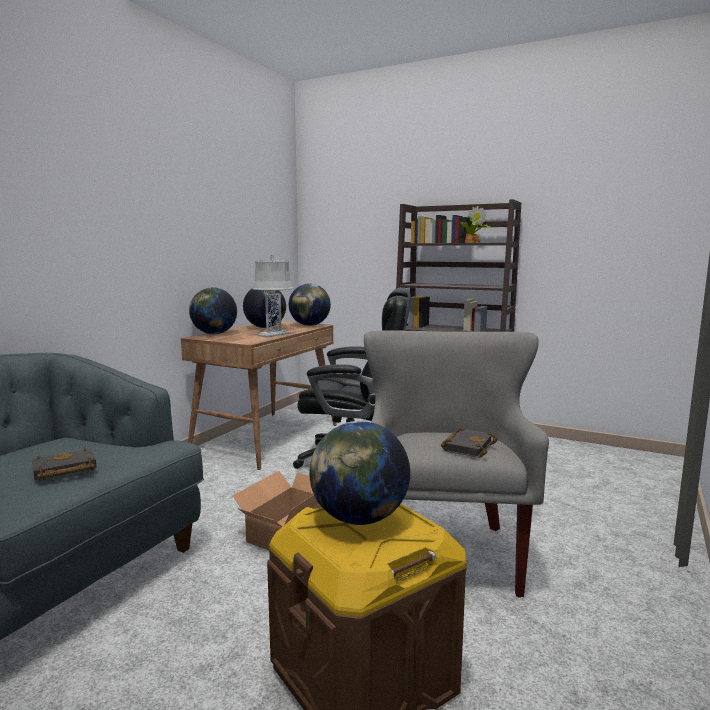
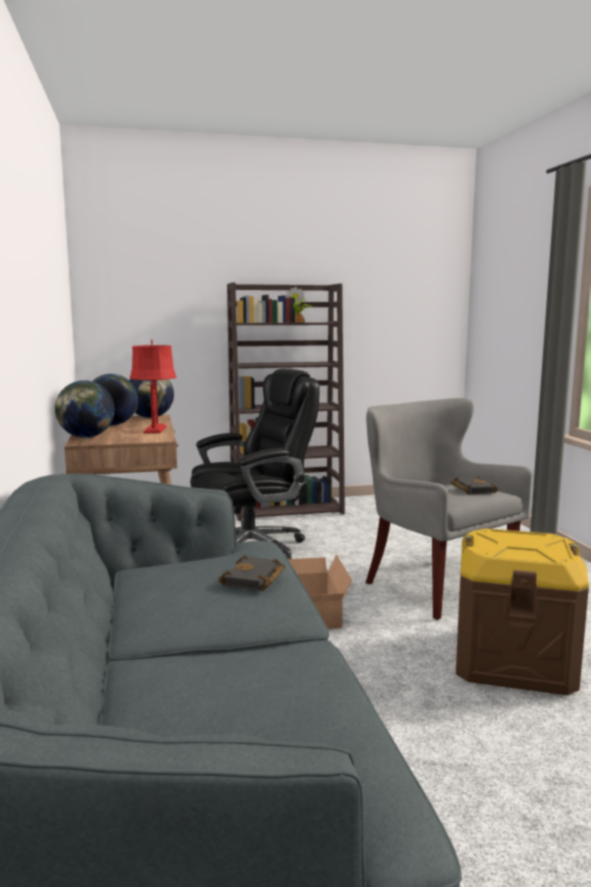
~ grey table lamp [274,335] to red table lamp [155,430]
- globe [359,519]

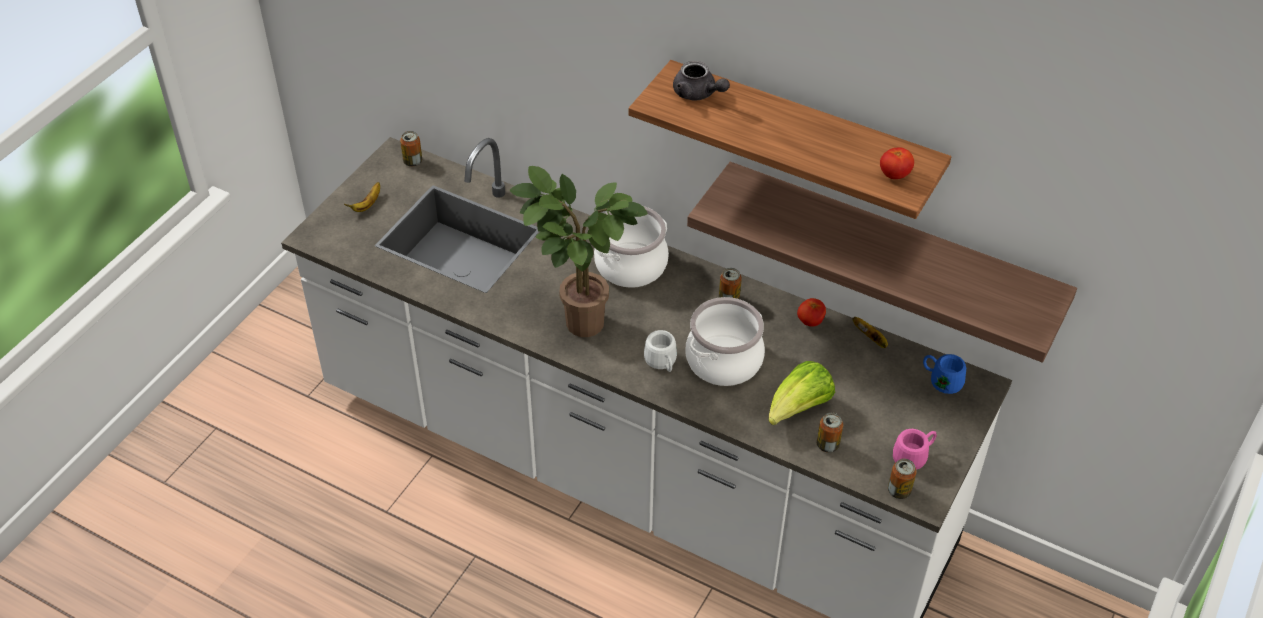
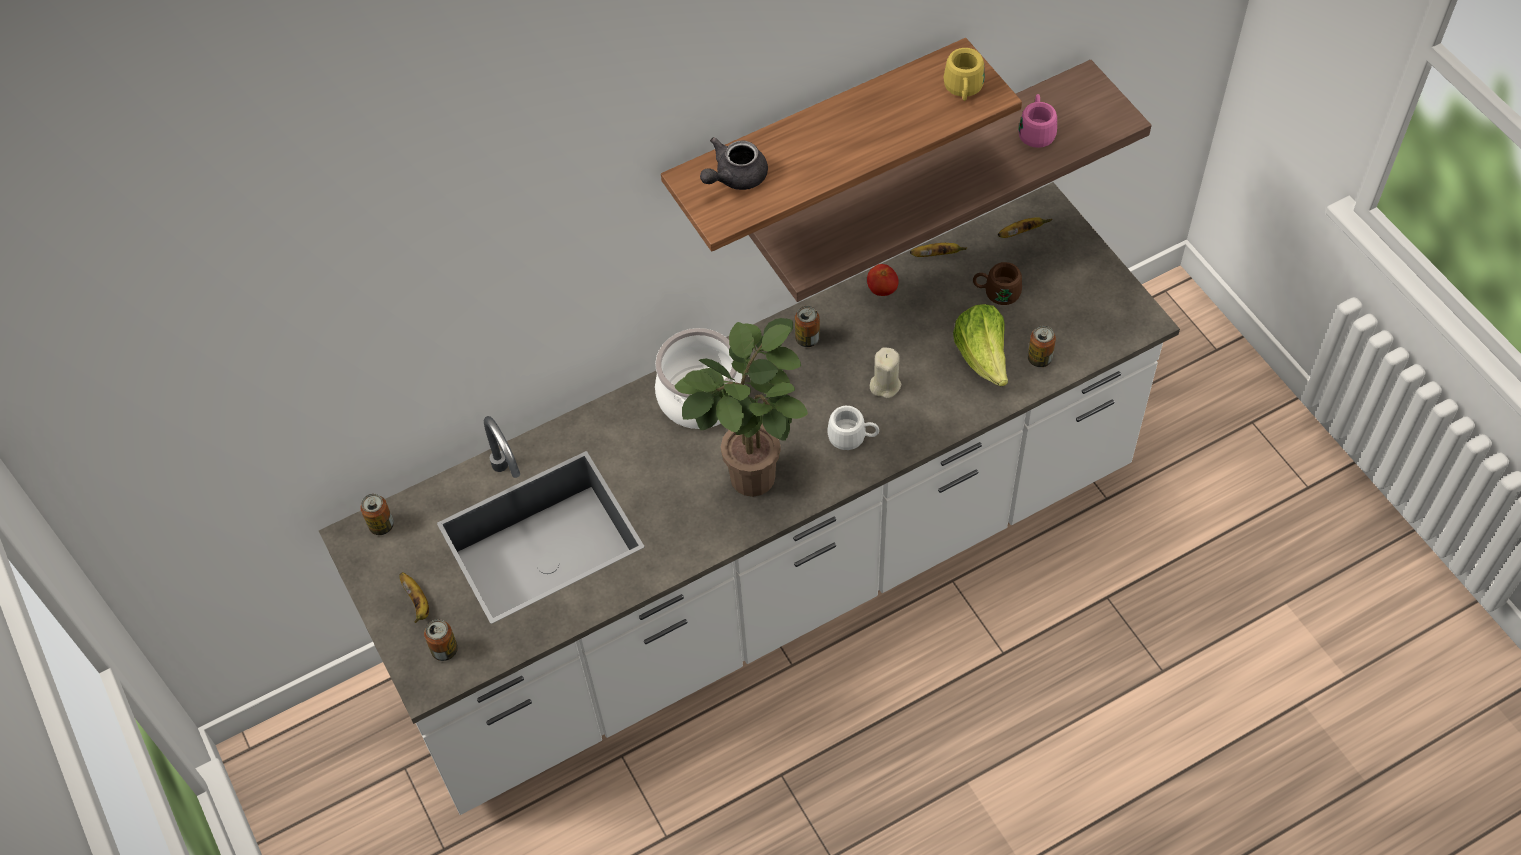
~ can [899,491] to [445,650]
~ grey teapot [698,94] = [734,177] 150 degrees clockwise
~ cooking pot [724,361] to beige candle [885,385]
~ tomato [894,175] to yellow mug [963,90]
+ brown mug [996,293]
~ blue mug [941,381] to banana [1021,232]
~ pink mug [914,456] to [1036,131]

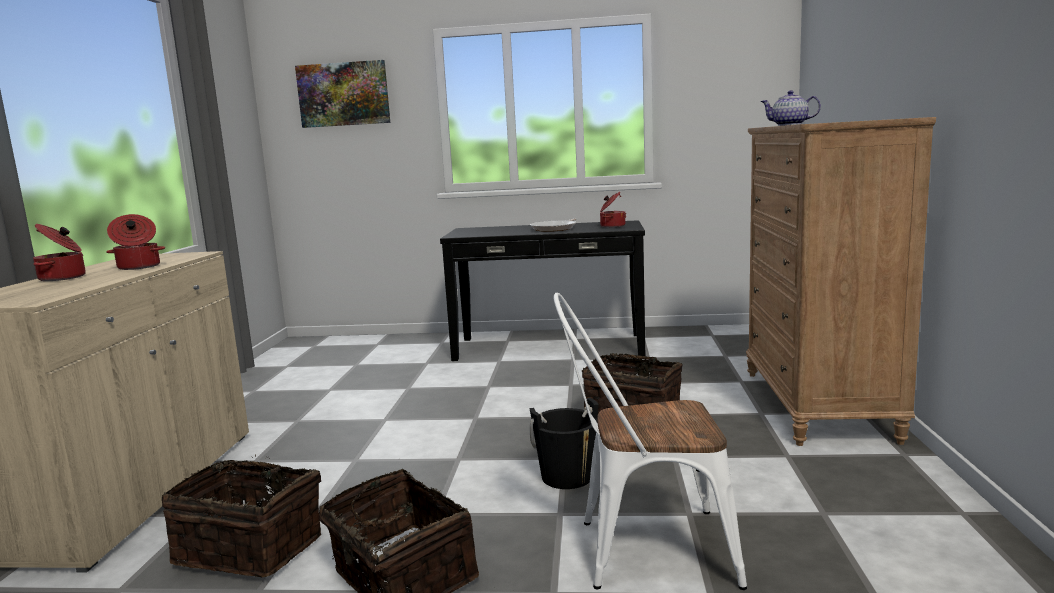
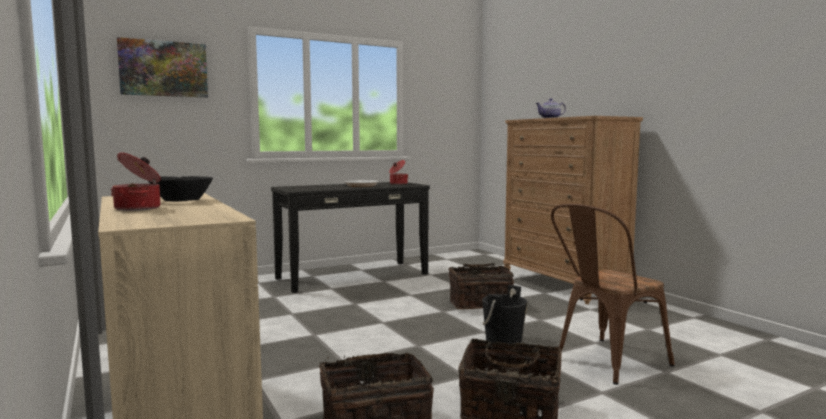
~ cooking pot [138,267] to black bowl [182,201]
~ white chair [642,550] to brown chair [604,363]

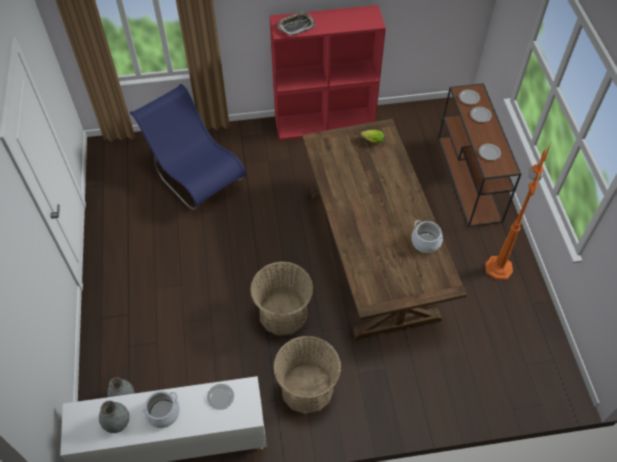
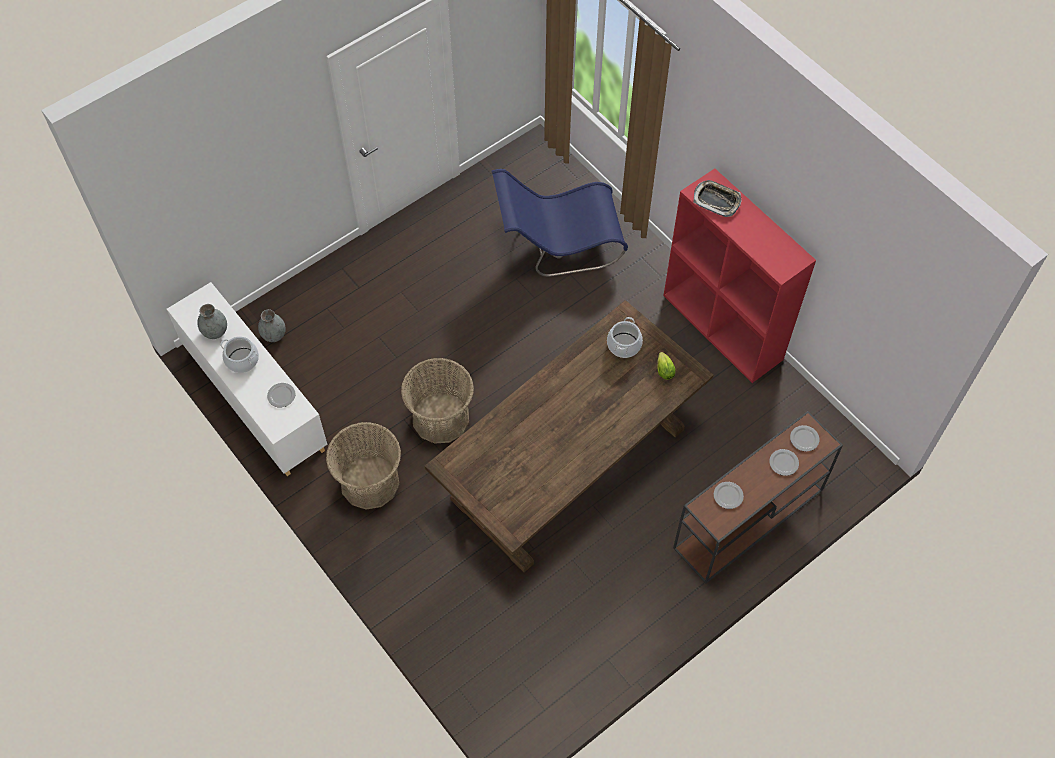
~ blue chair [195,174] = [559,245] 120 degrees counterclockwise
~ cooking pot [425,242] to [623,345]
- orange floor lamp [499,267]

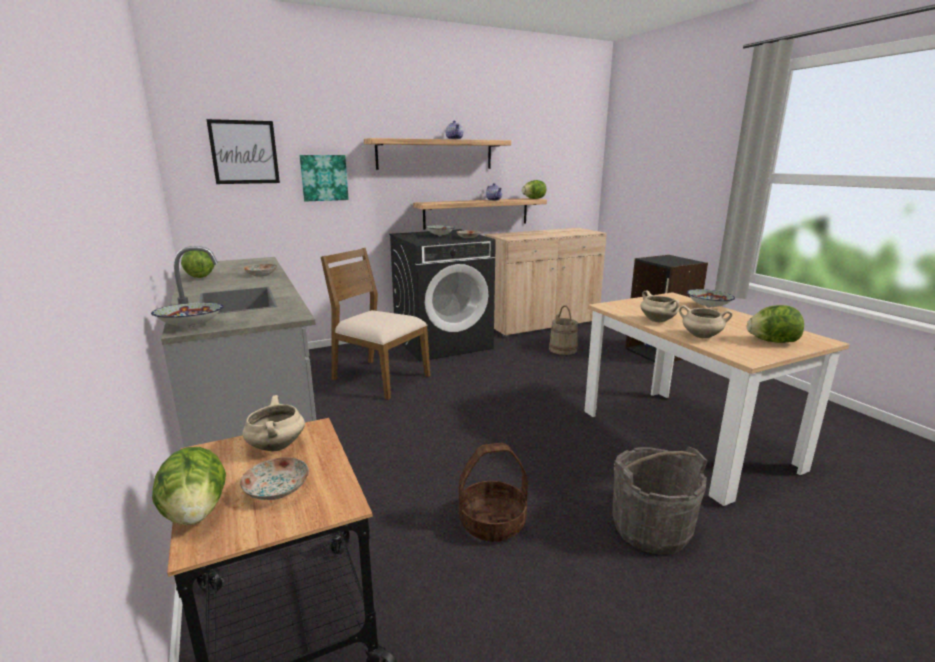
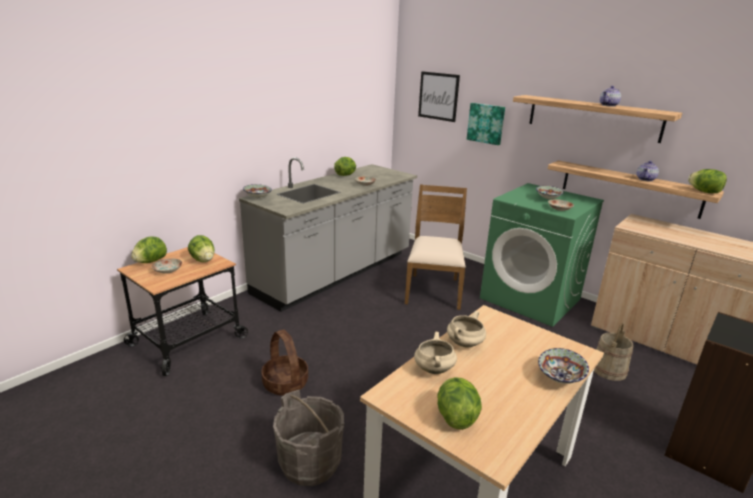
~ beige cooking pot [276,446] to lettuce [203,260]
~ black washing machine [443,343] to green washing machine [531,299]

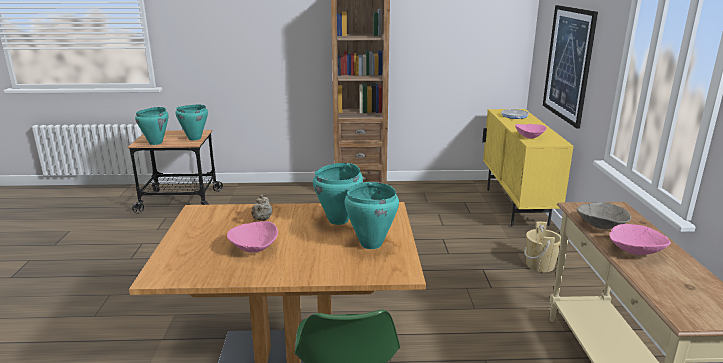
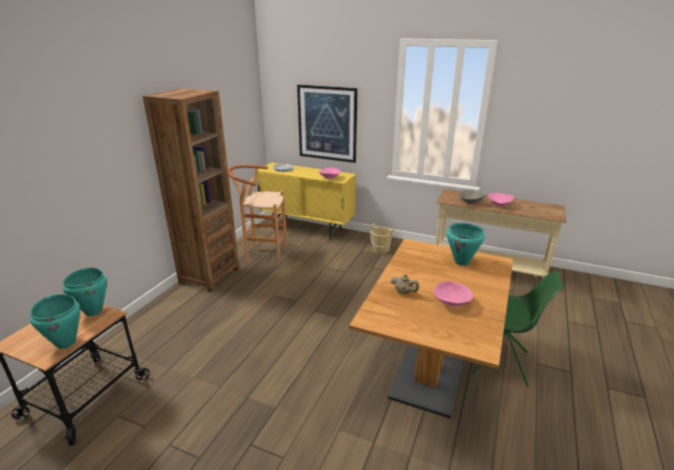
+ brown stool [262,257]
- turquoise cooking pot [339,220]

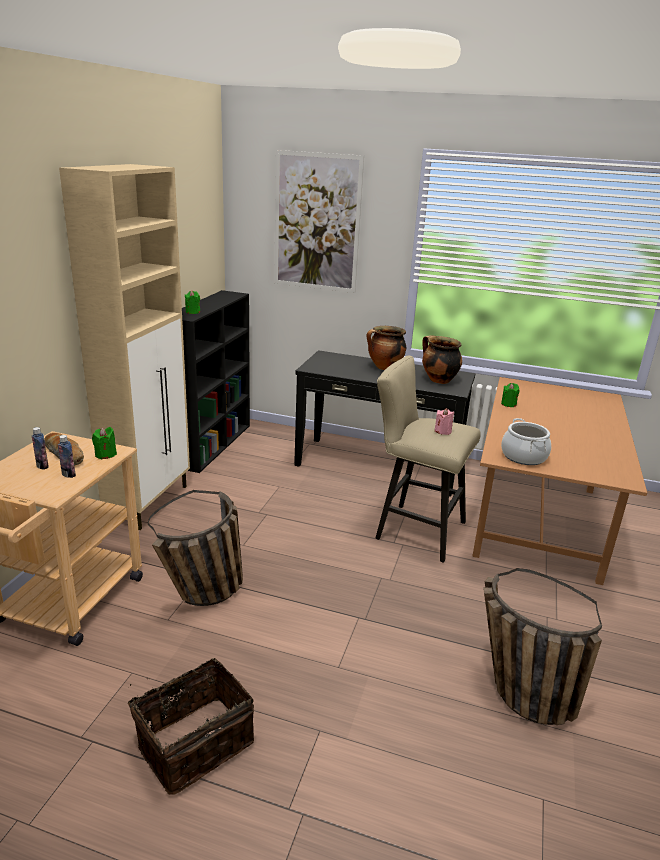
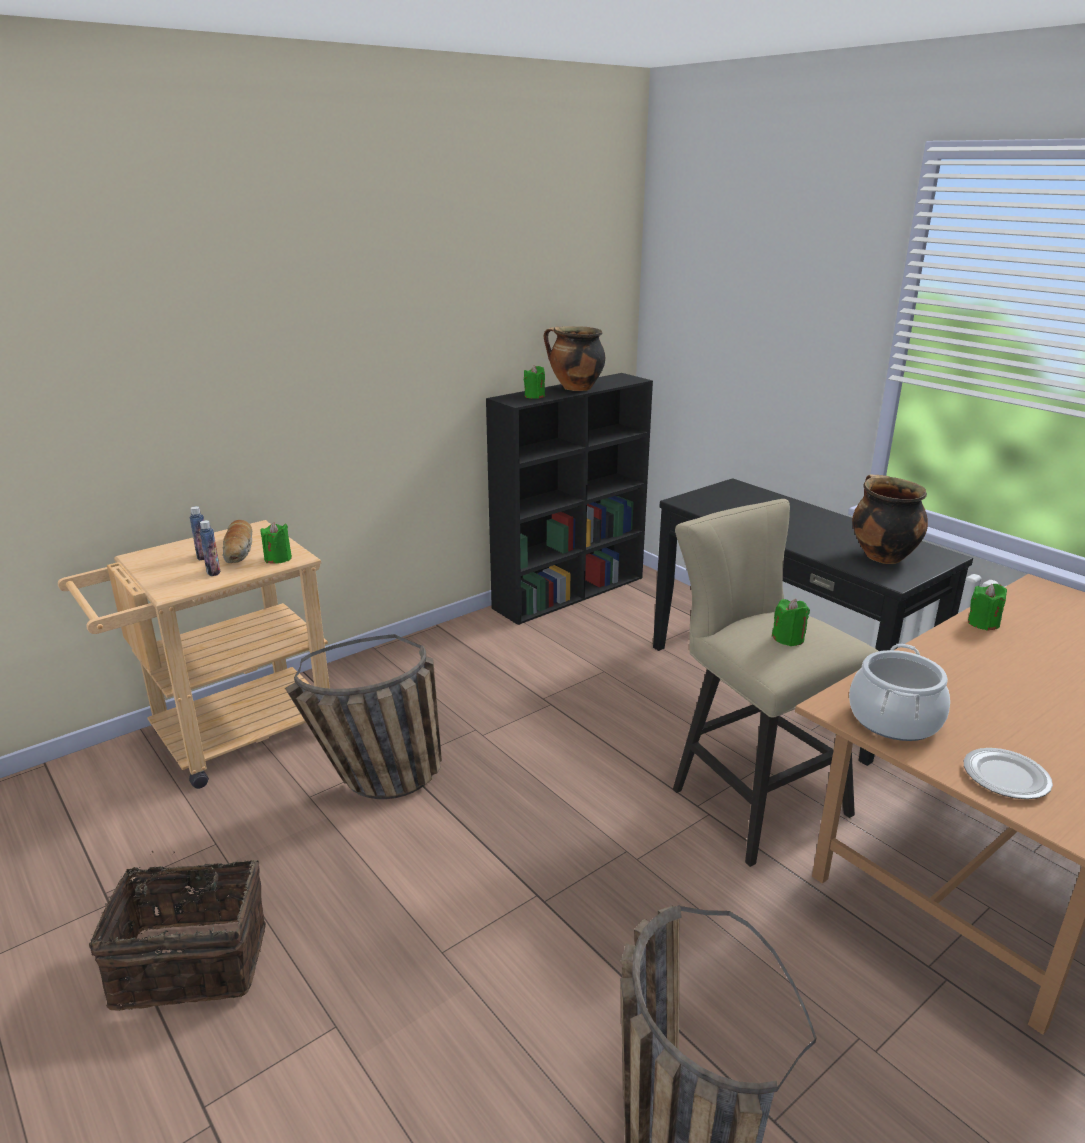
~ cooking pot [384,367] to [575,388]
~ pink candle [443,431] to green candle [788,639]
+ plate [1005,777]
- beige cabinet [149,503]
- picture [316,223]

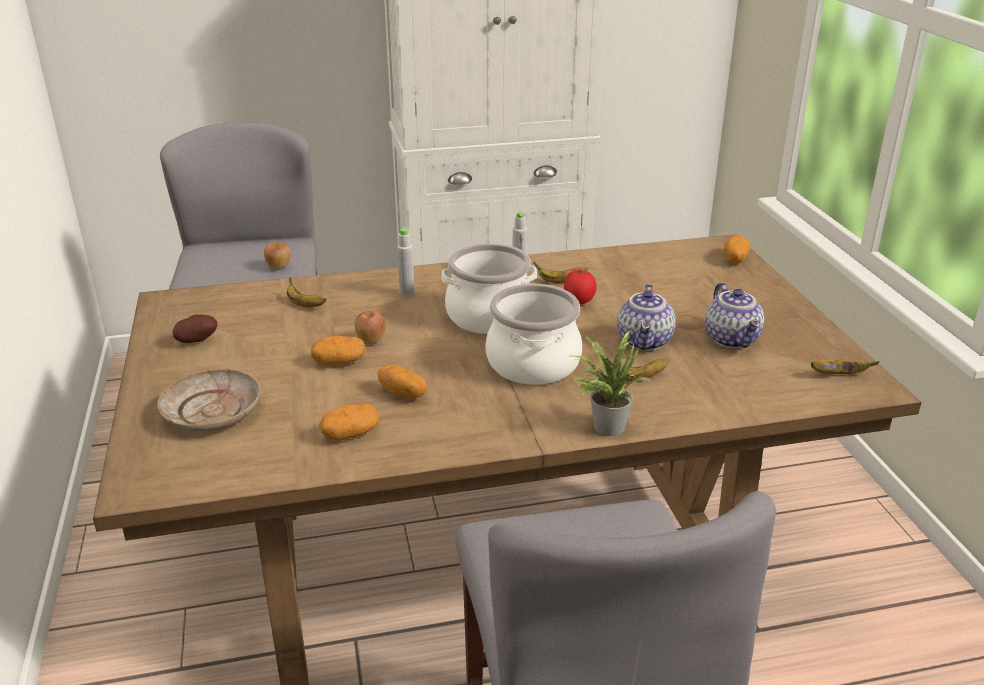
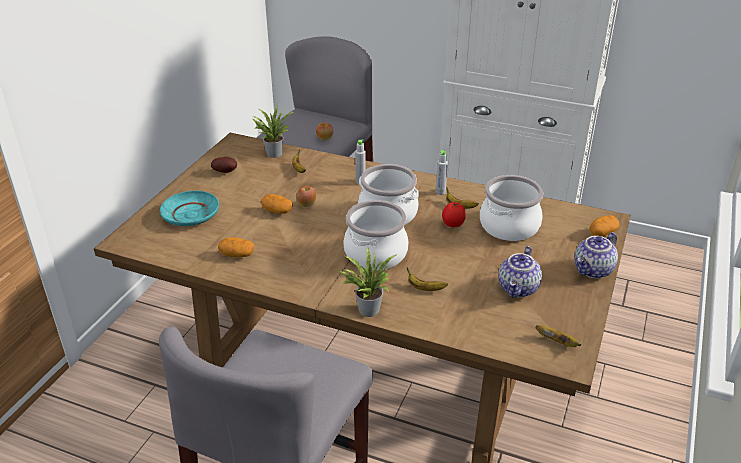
~ beige plate [213,412] to turquoise plate [191,215]
+ potted plant [273,153]
+ cooking pot [508,226]
~ teapot [645,342] to [594,271]
- potato [403,393]

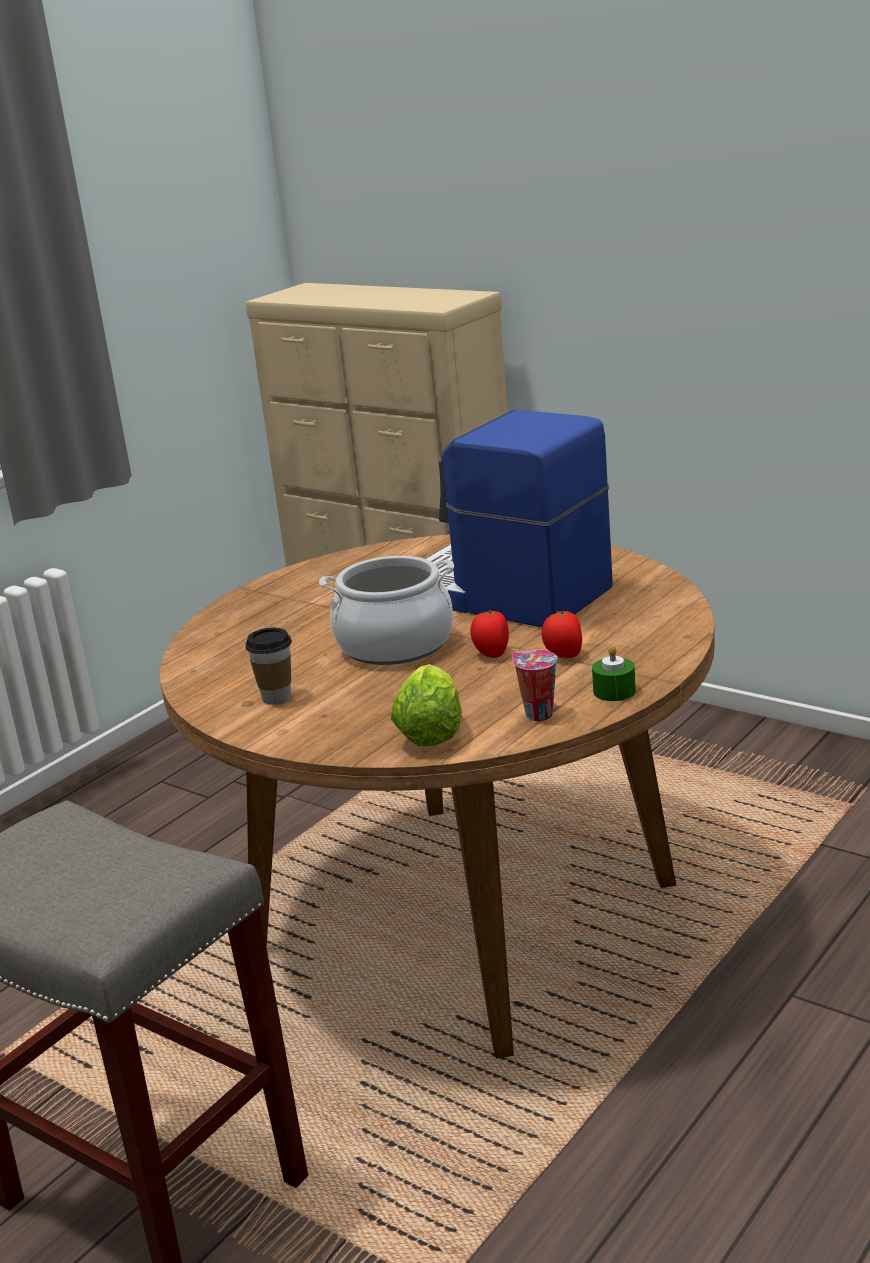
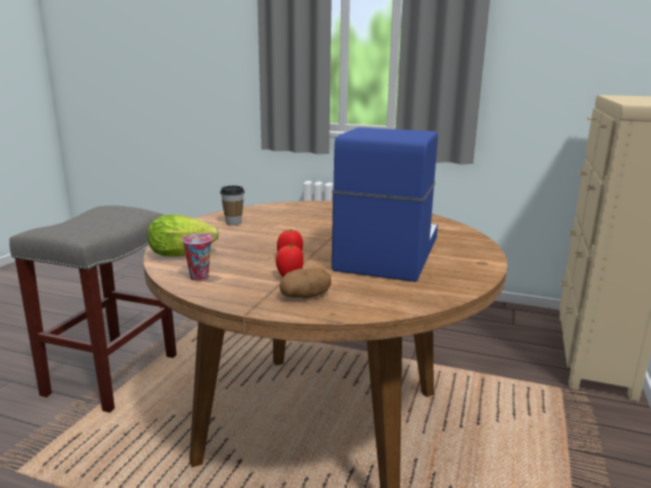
+ potato [305,296]
- cooking pot [394,644]
- green candle [614,691]

